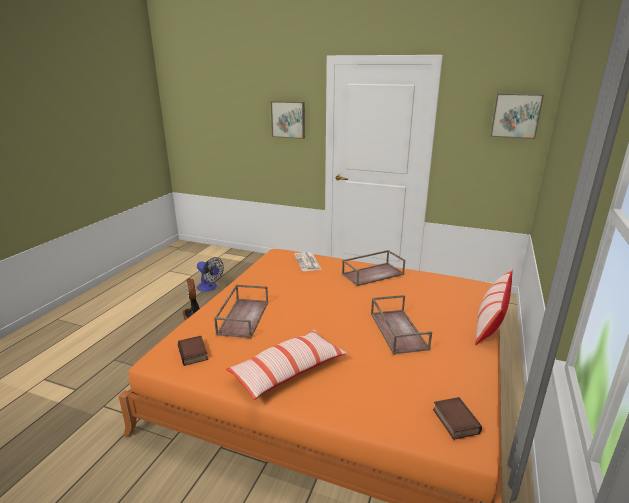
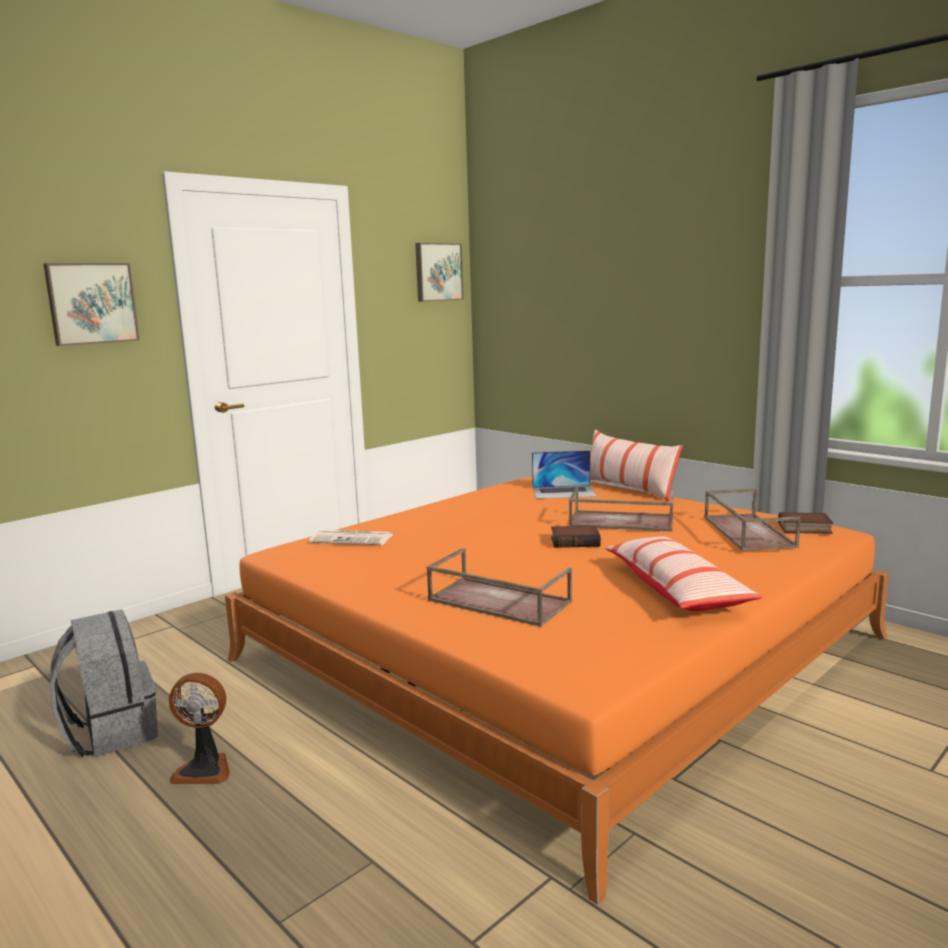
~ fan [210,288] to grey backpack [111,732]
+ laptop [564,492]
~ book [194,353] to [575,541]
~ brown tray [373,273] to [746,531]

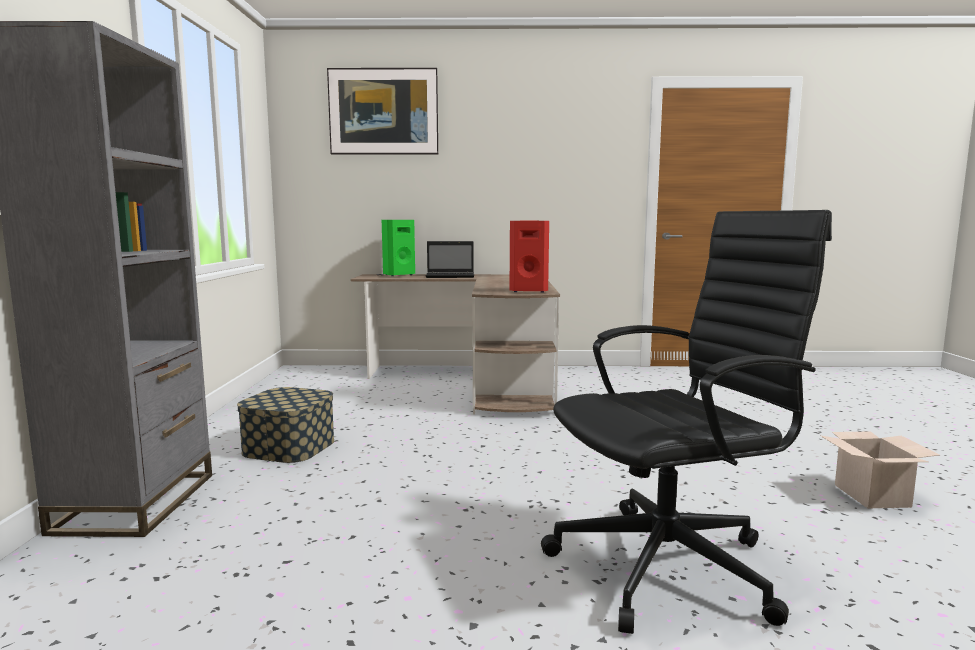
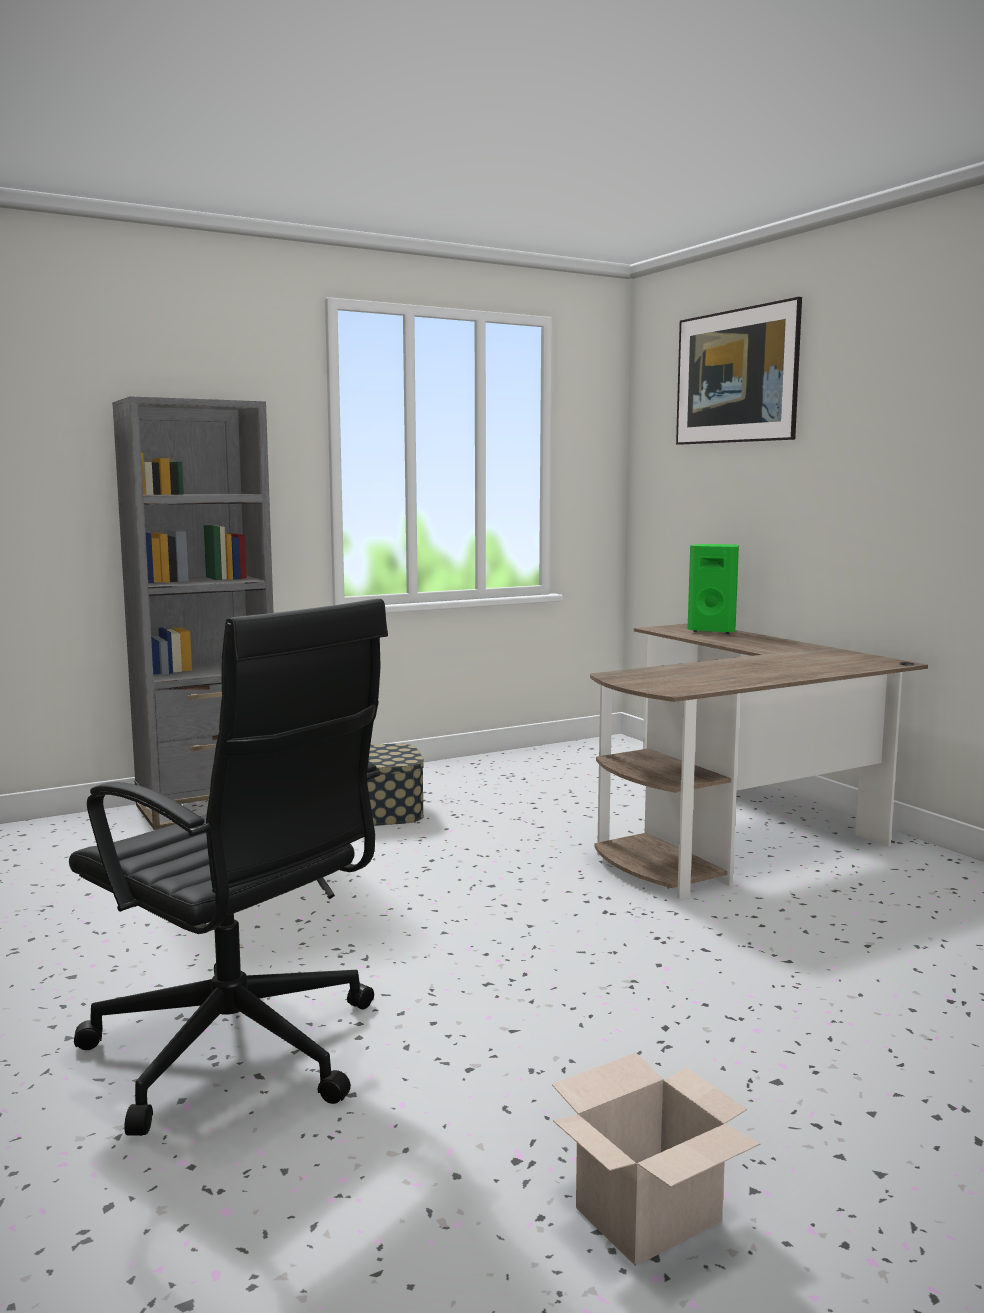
- laptop [451,276]
- red speaker [529,291]

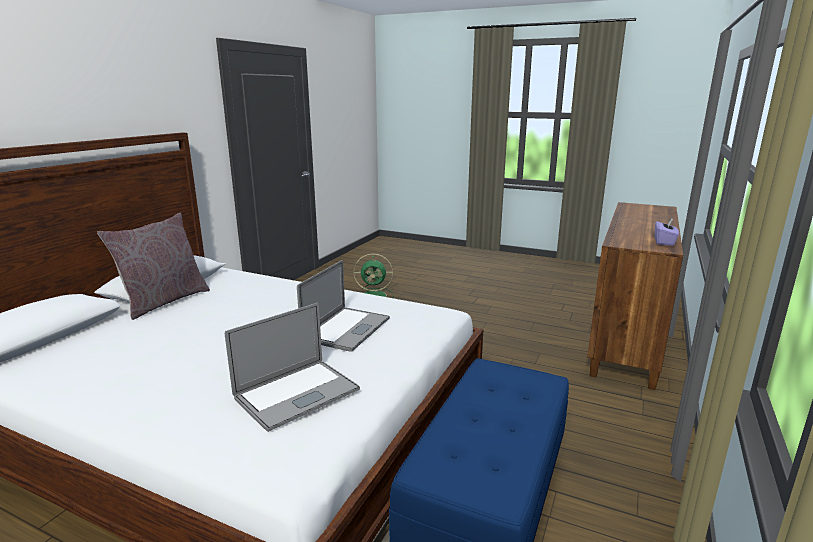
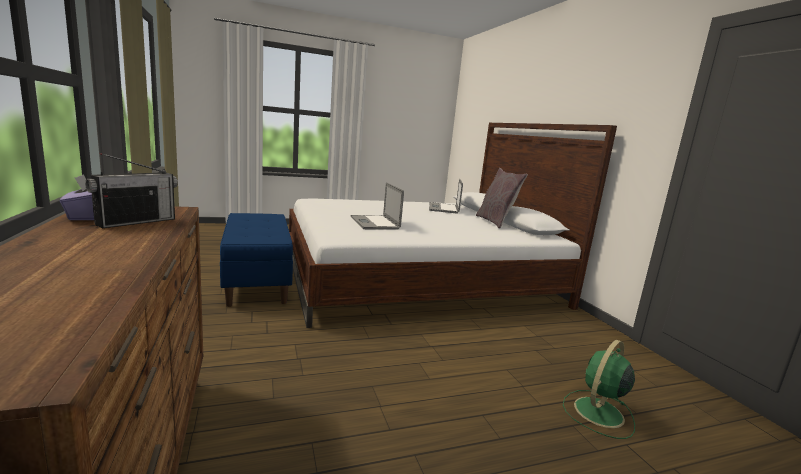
+ radio [136,222]
~ laptop [297,393] to [443,208]

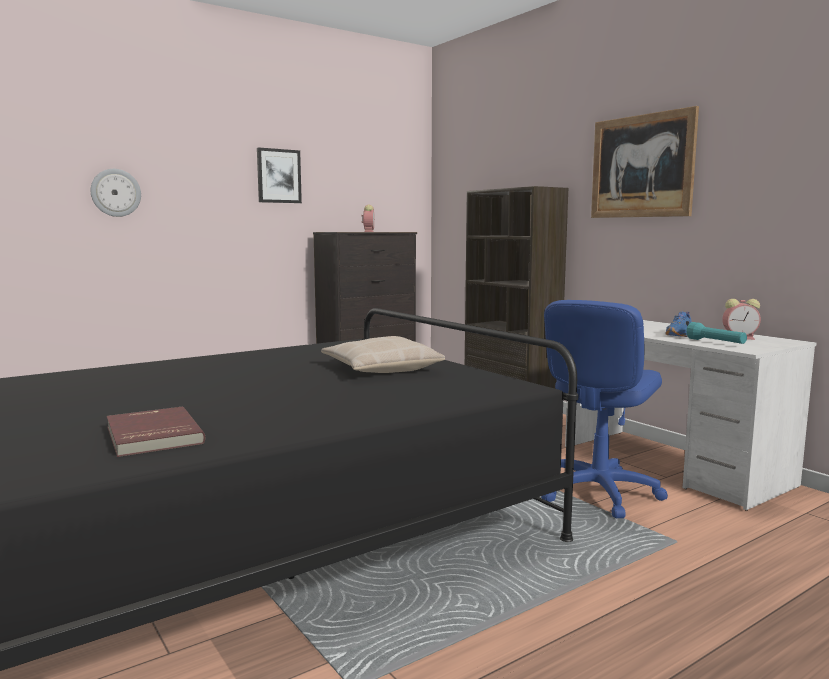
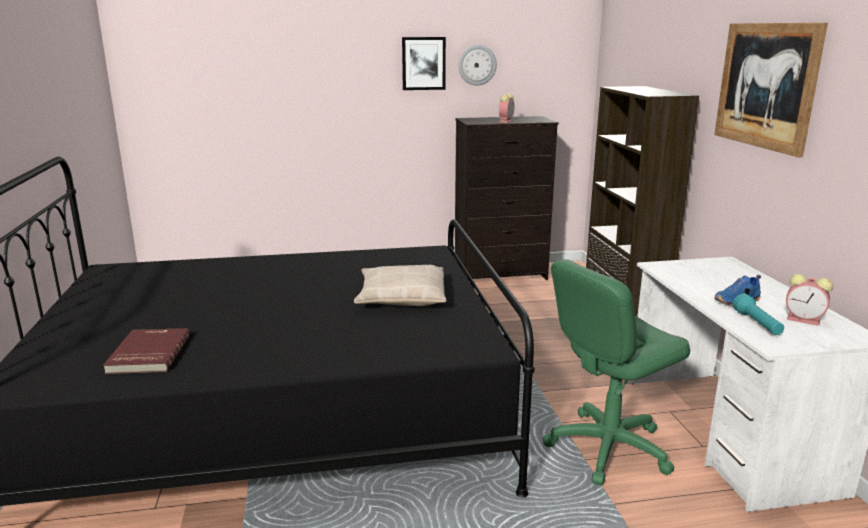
~ wall clock [115,192] to [477,65]
~ blue office chair [598,492] to green office chair [607,447]

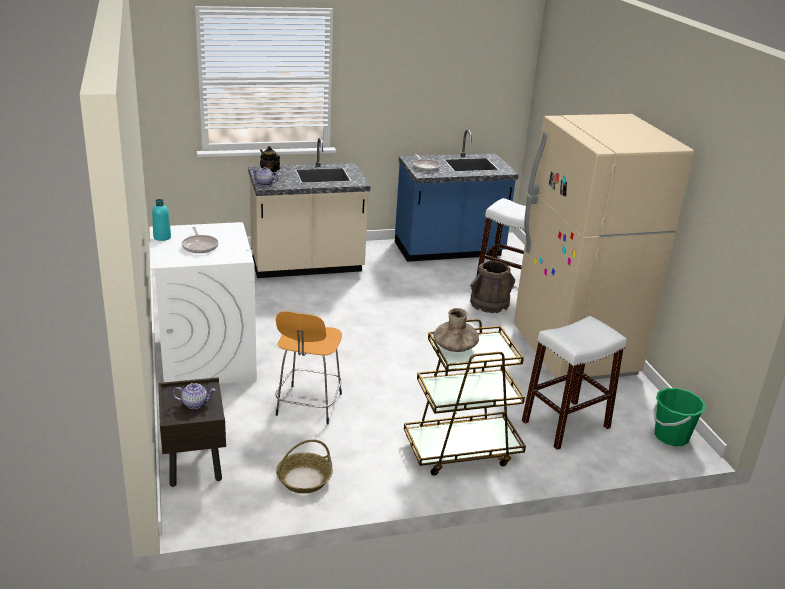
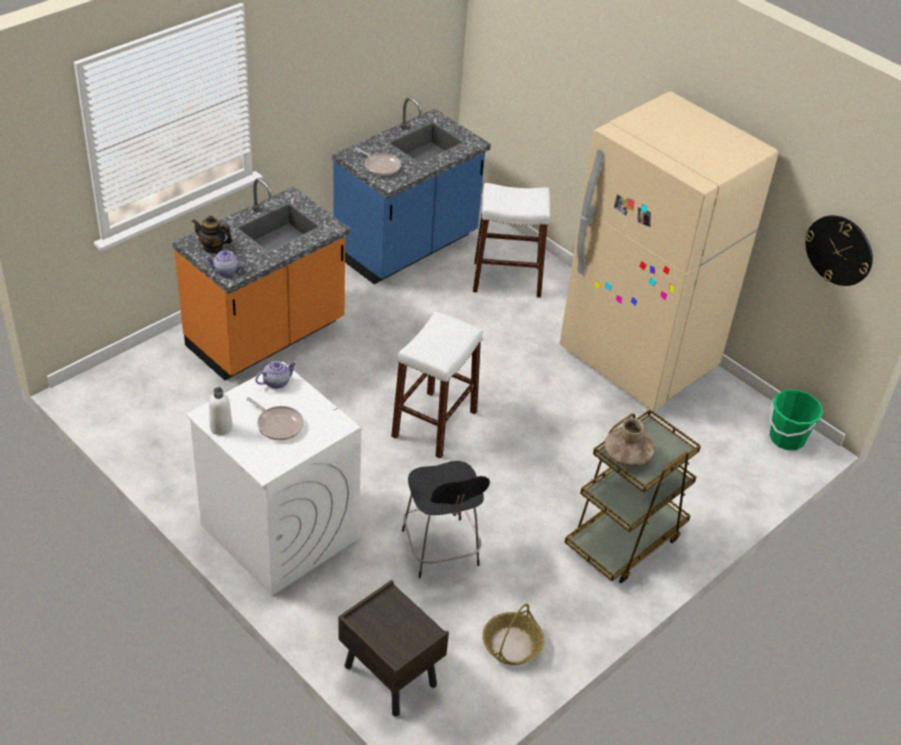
~ beige counter [307,266] to orange counter [266,337]
~ turquoise bottle [162,237] to white bottle [221,427]
~ teapot [195,404] to [276,382]
~ white stool [565,424] to [434,424]
~ orange stool [308,406] to black stool [441,550]
+ wall clock [839,250]
- brown bucket [489,304]

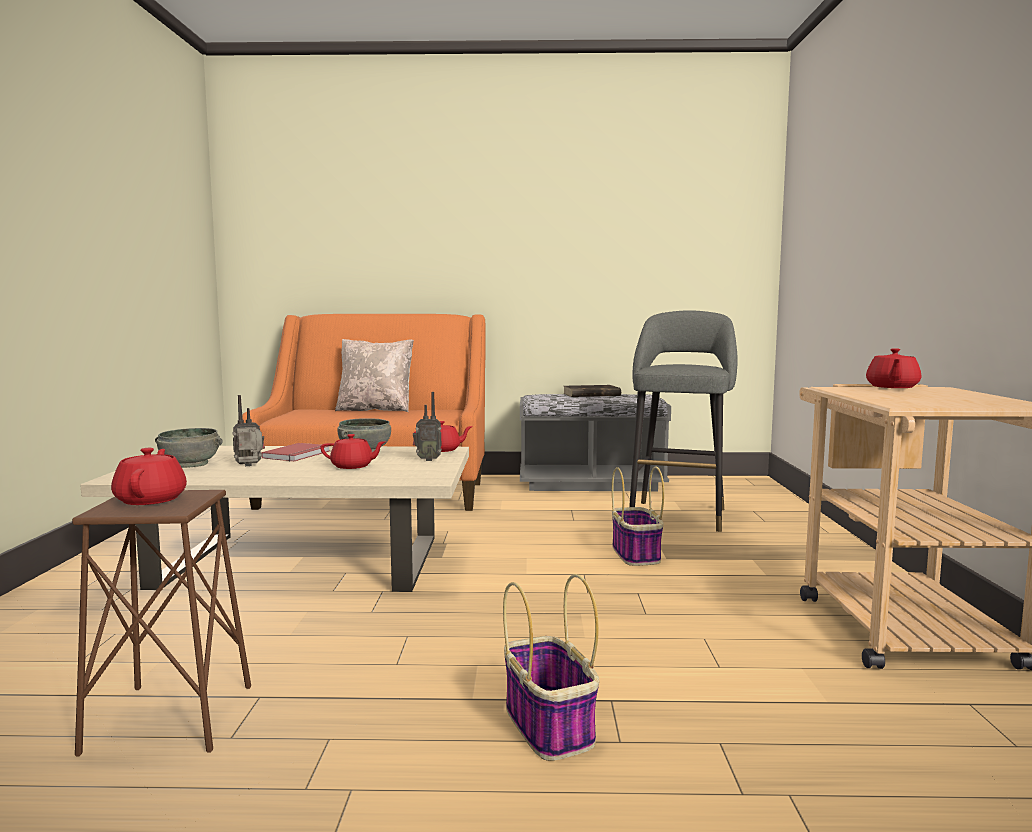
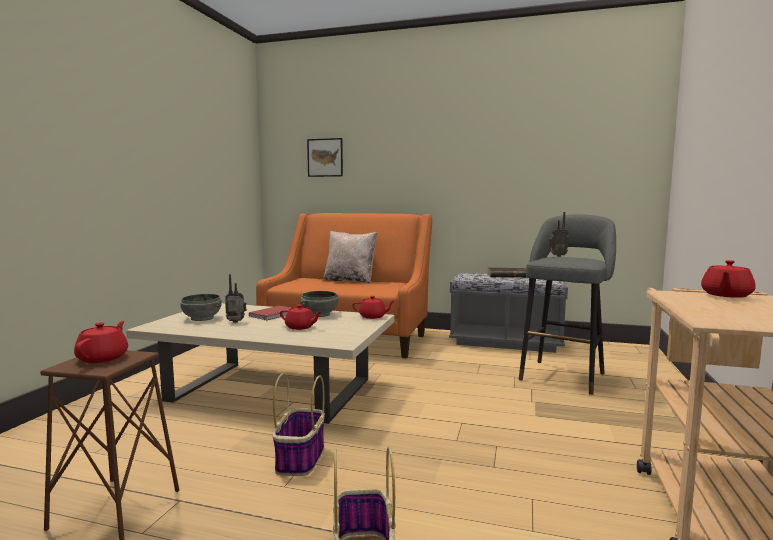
~ basket [636,554] to [300,459]
+ picture [325,157]
~ radio [427,459] to [557,256]

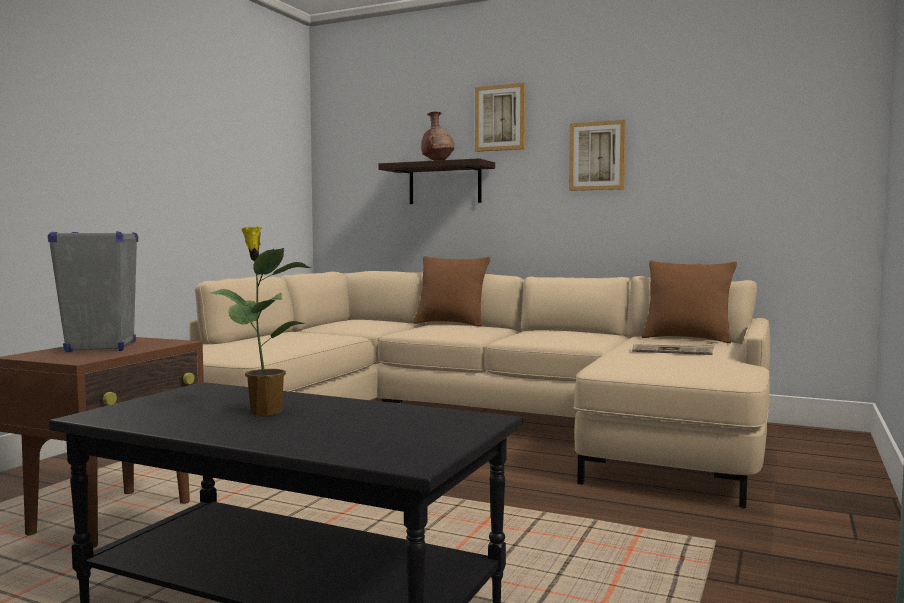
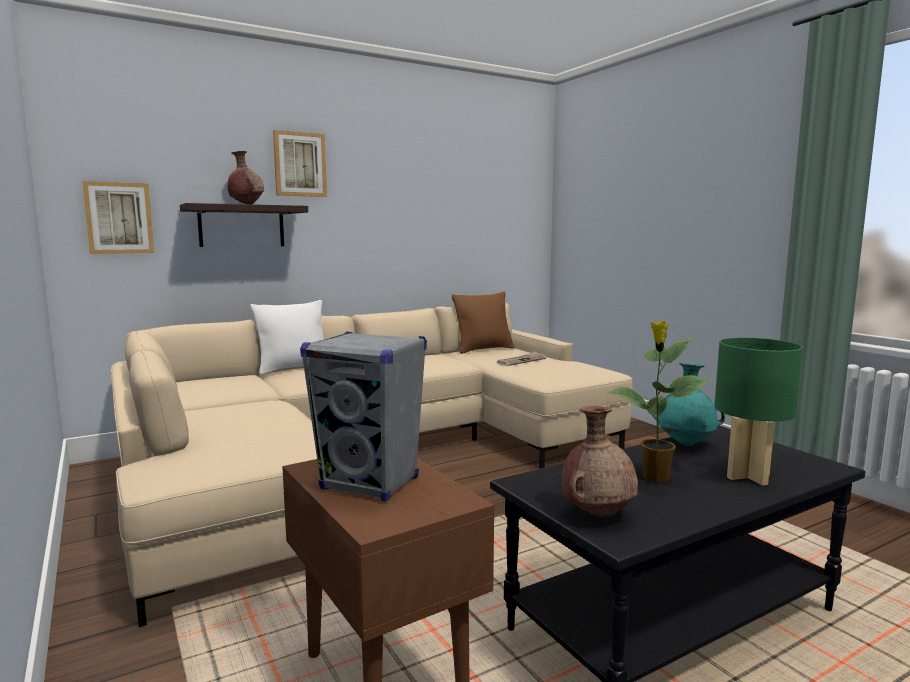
~ picture [597,156] to [119,218]
~ brown pillow [450,323] to white pillow [293,368]
+ brown vase [598,514]
+ turquoise vase [686,443]
+ green table lamp [748,476]

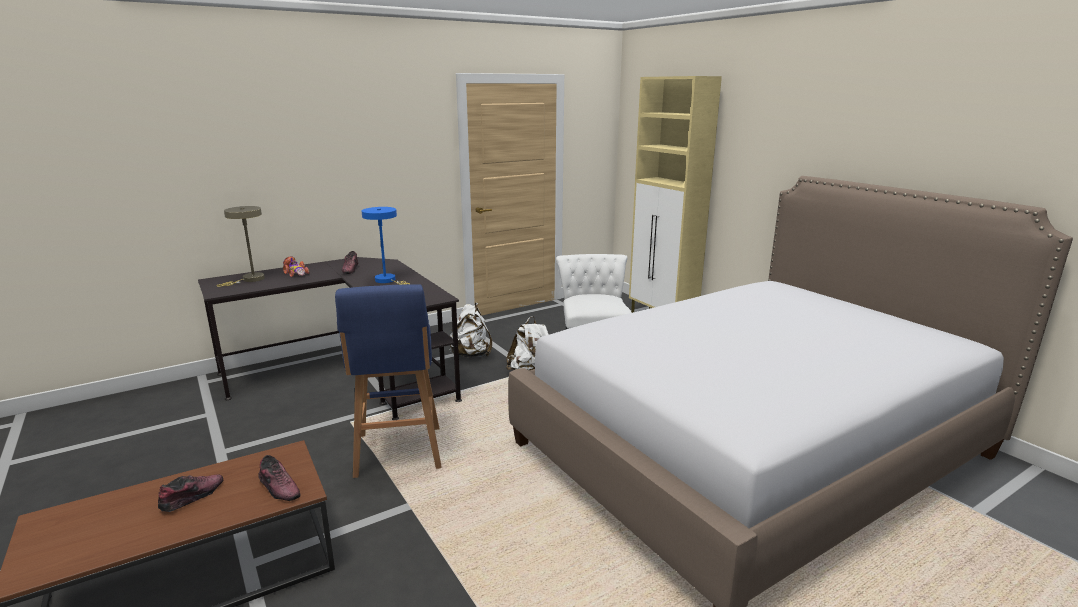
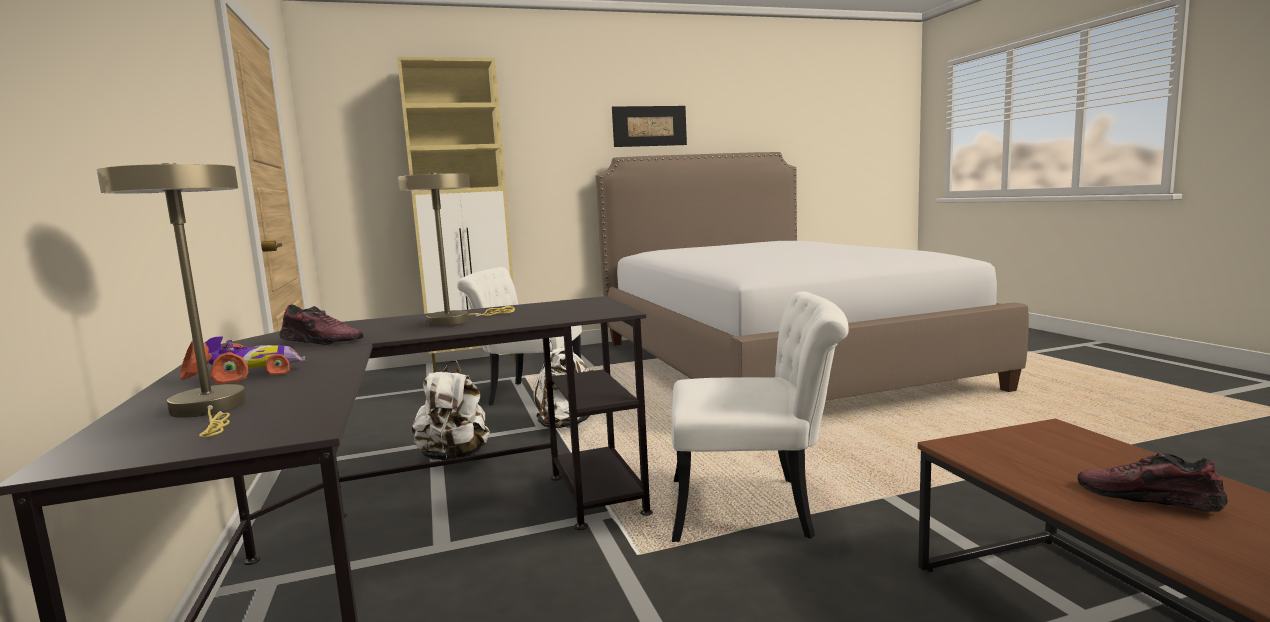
~ blue table lamp [388,280] to beige table lamp [456,320]
+ picture [649,126]
~ blue stool [398,453] to white chair [757,507]
- shoe [279,488]

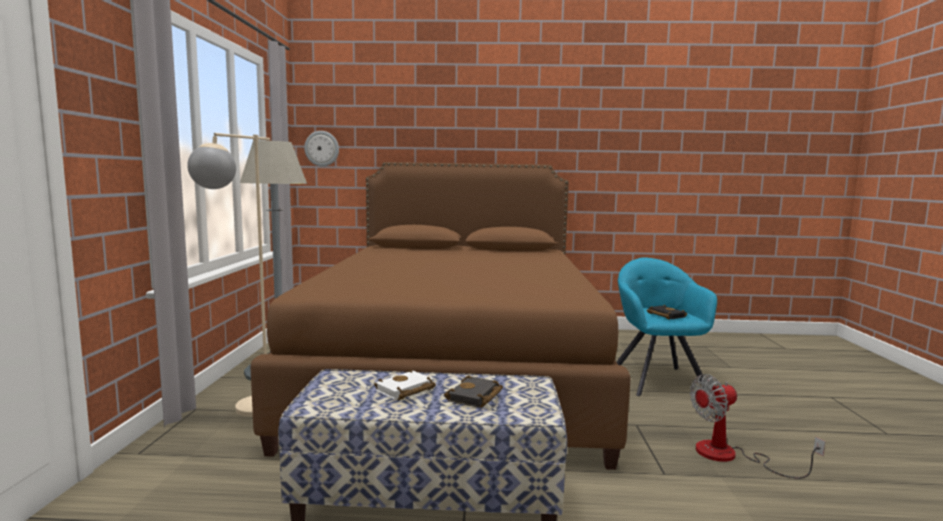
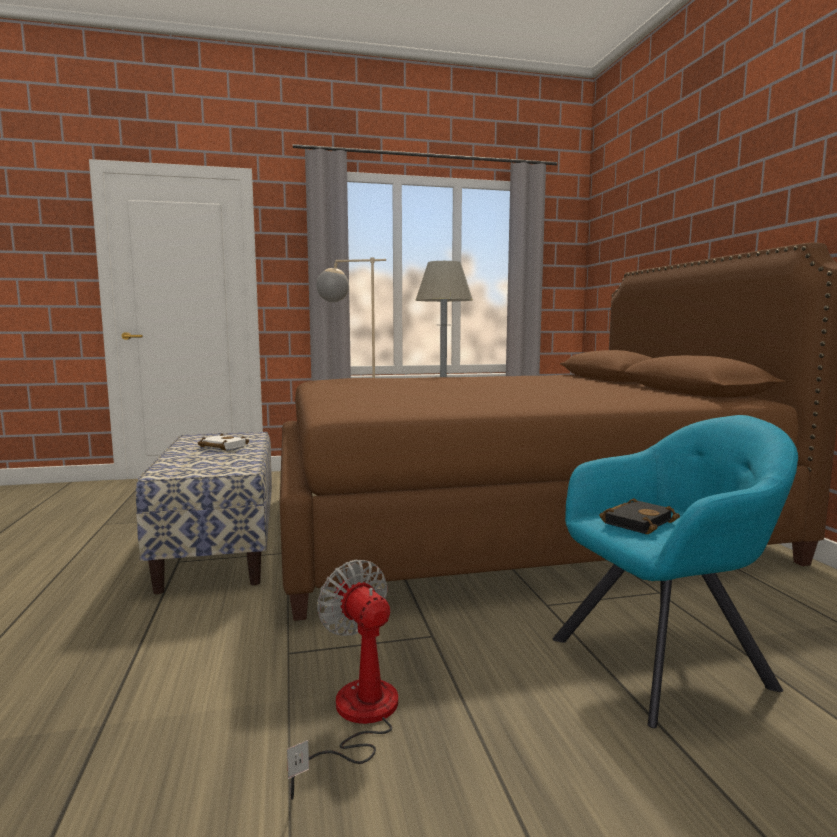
- wall clock [322,148]
- black book [475,397]

